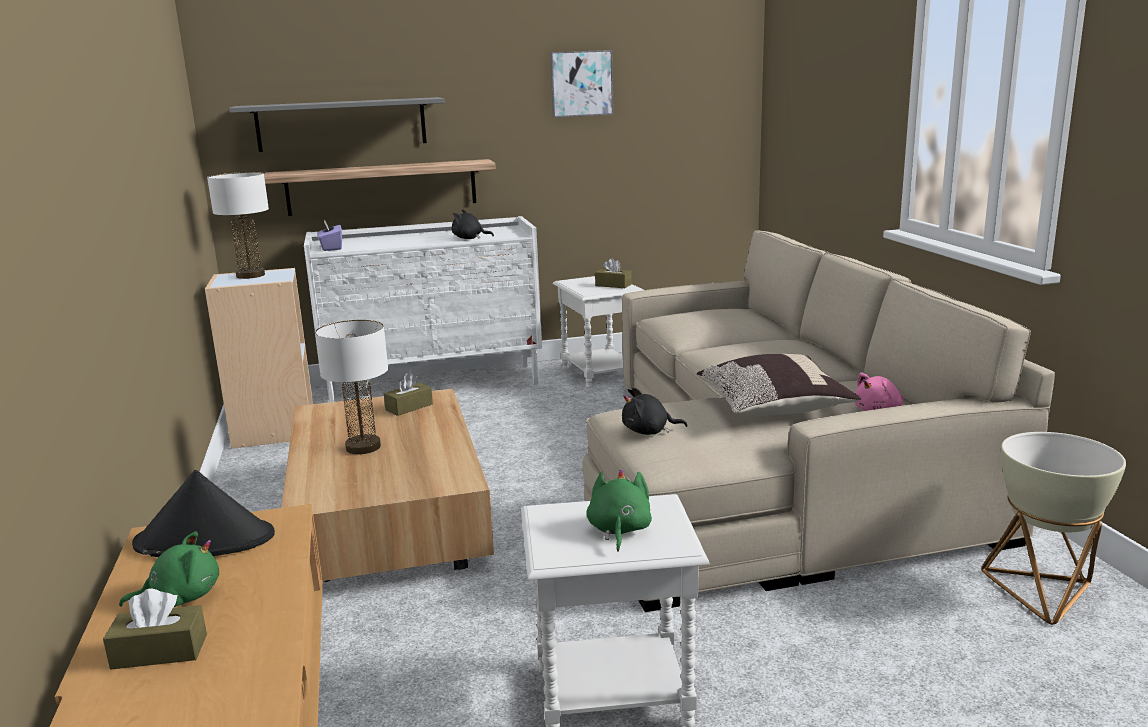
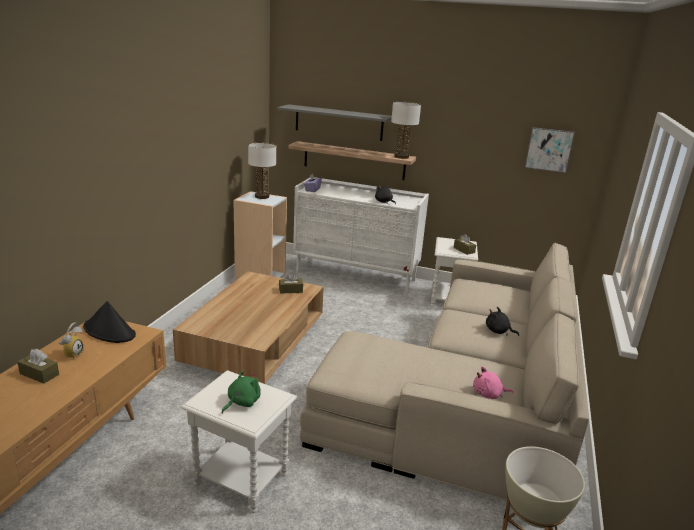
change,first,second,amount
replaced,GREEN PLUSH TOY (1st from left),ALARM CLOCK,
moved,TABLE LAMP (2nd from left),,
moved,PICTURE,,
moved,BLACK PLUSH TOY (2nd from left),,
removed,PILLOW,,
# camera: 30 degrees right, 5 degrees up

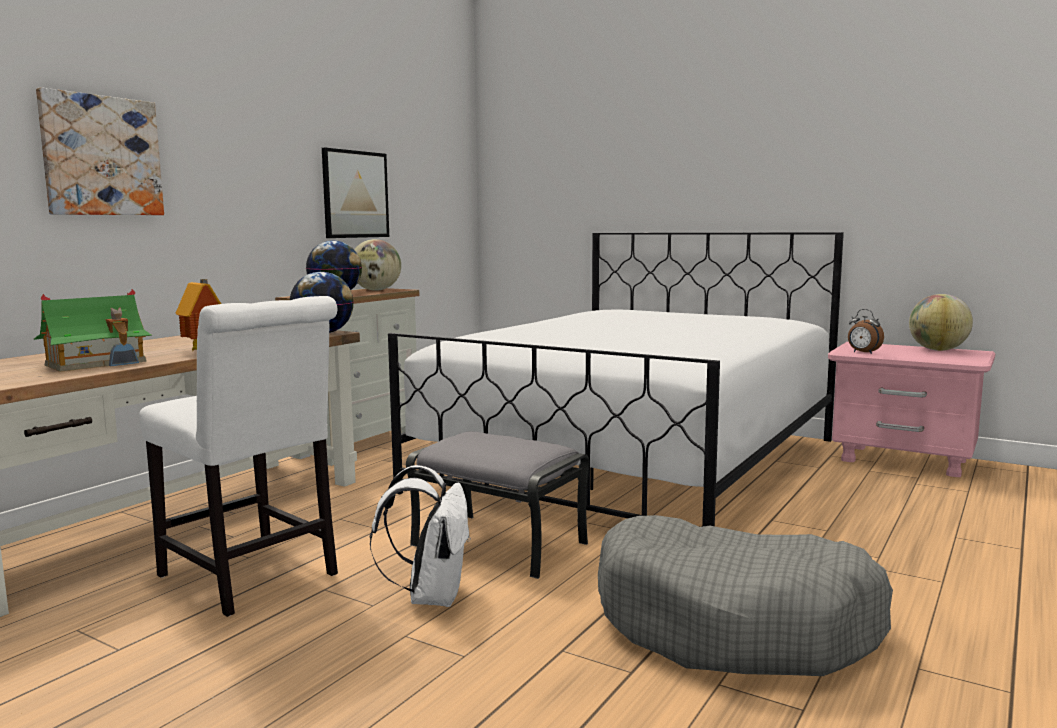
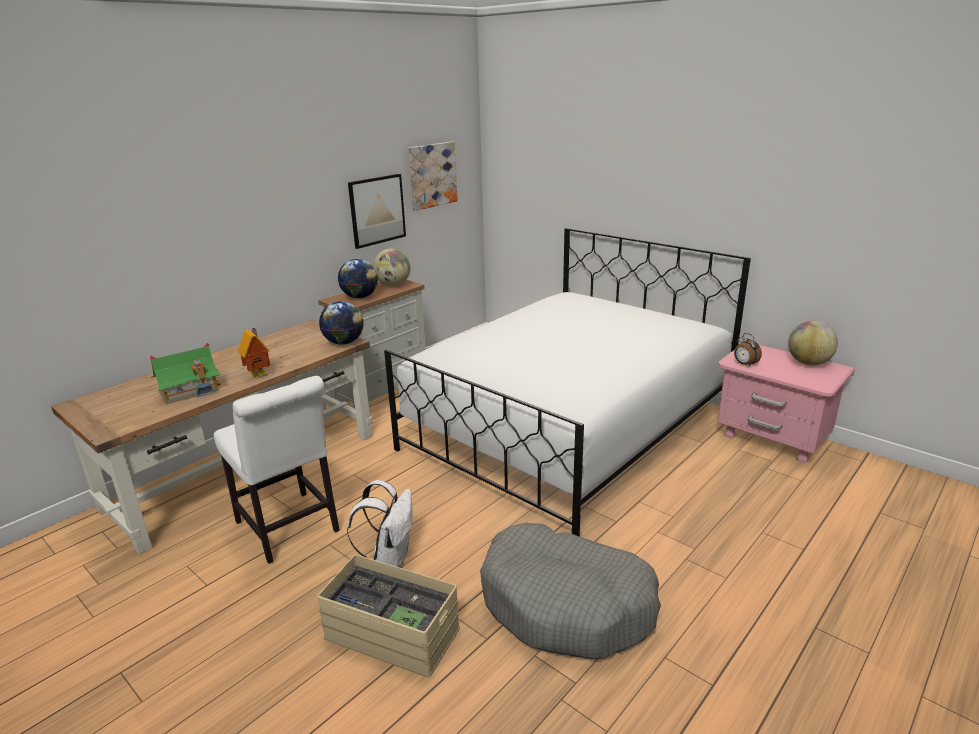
change,first,second,amount
moved,PICTURE (1st from left in the first image),PICTURE (2nd from left),
removed,GREY OTTOMAN,,
added,,BEIGE STORAGE BOX,
# camera: 10 degrees right, 15 degrees up

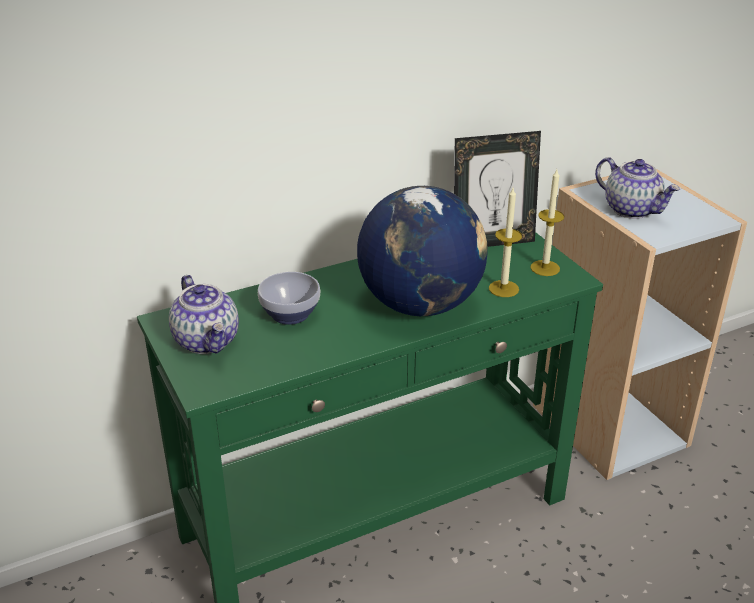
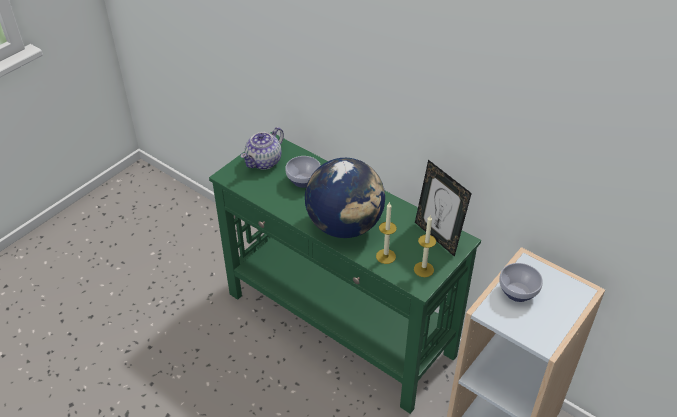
change,first,second,amount
replaced,TEAPOT (2nd from left),BOWL (2nd from left),
# camera: 65 degrees right, 10 degrees up

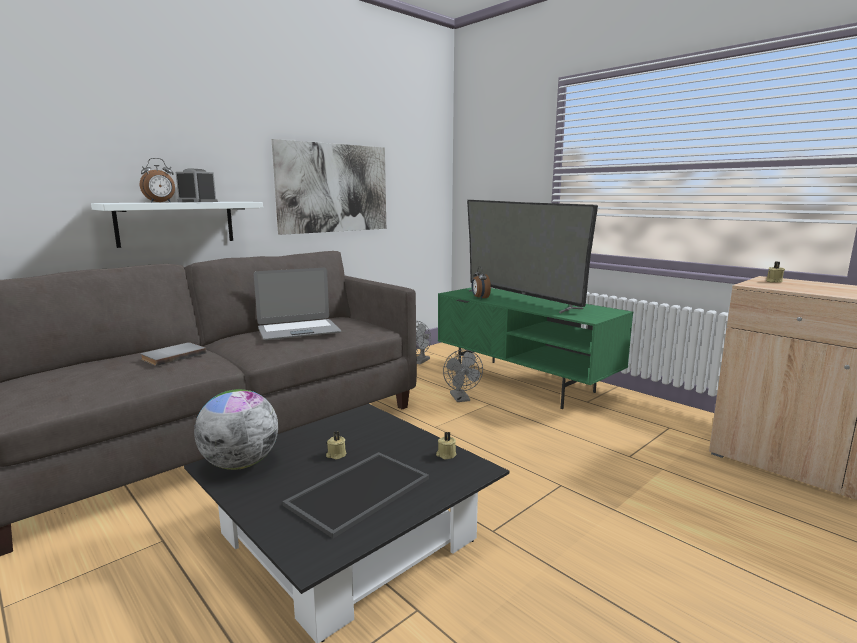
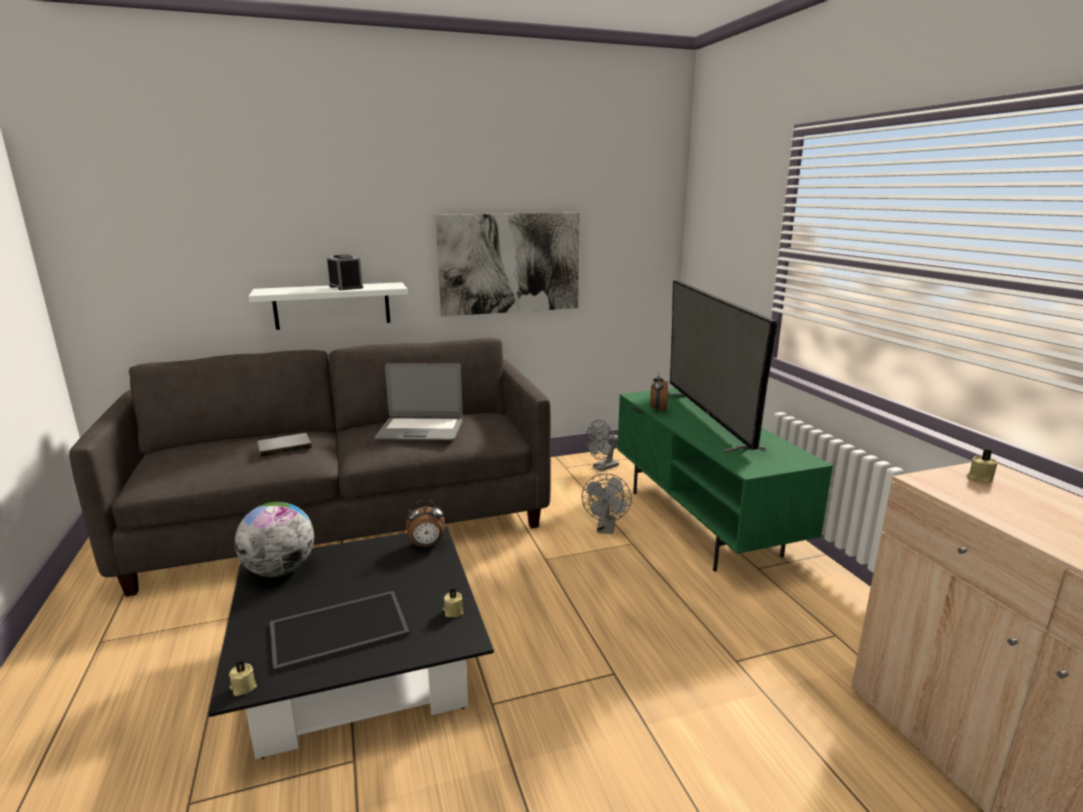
change,first,second,amount
moved,ALARM CLOCK (1st from left in the first image),ALARM CLOCK (2nd from left),
moved,BEIGE CANDLE (1st from left),,
# camera: 25 degrees right, 5 degrees up

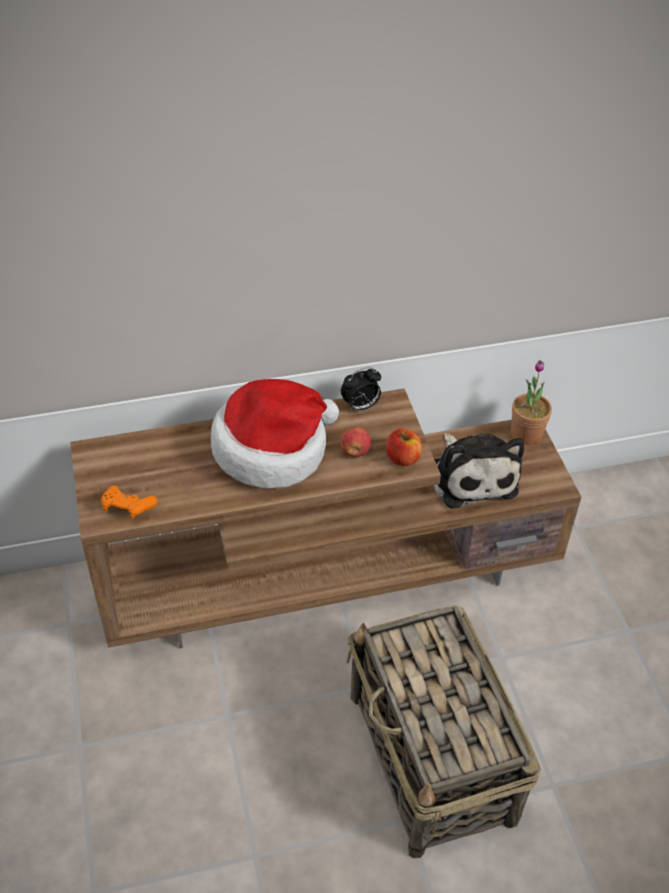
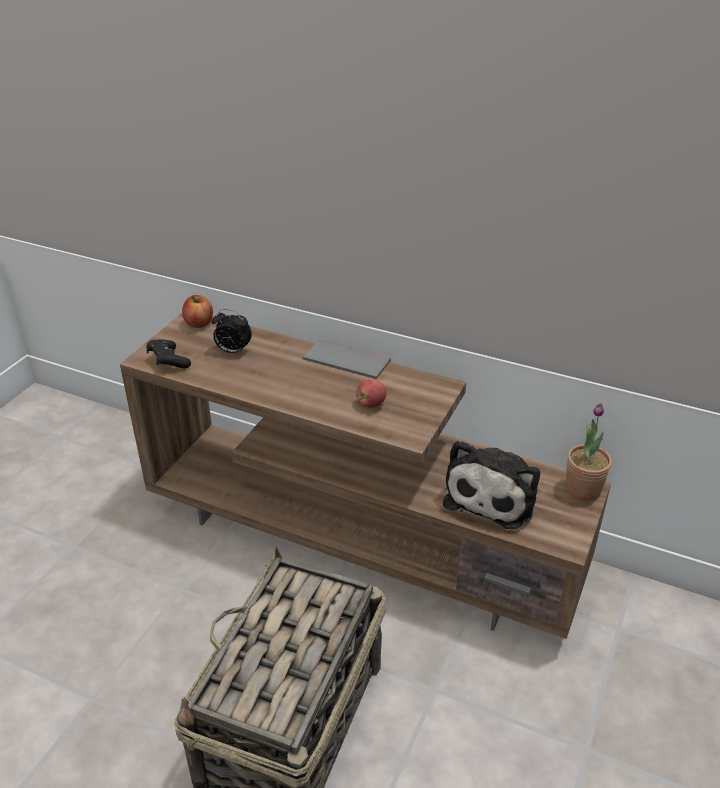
change,first,second,amount
recoloured,ORANGE GAME CONTROLLER,BLACK GAME CONTROLLER,
removed,HAT,,
moved,ALARM CLOCK,,
moved,APPLE (2nd from left in the first image),APPLE (1st from left),
# camera: 40 degrees right, 10 degrees down

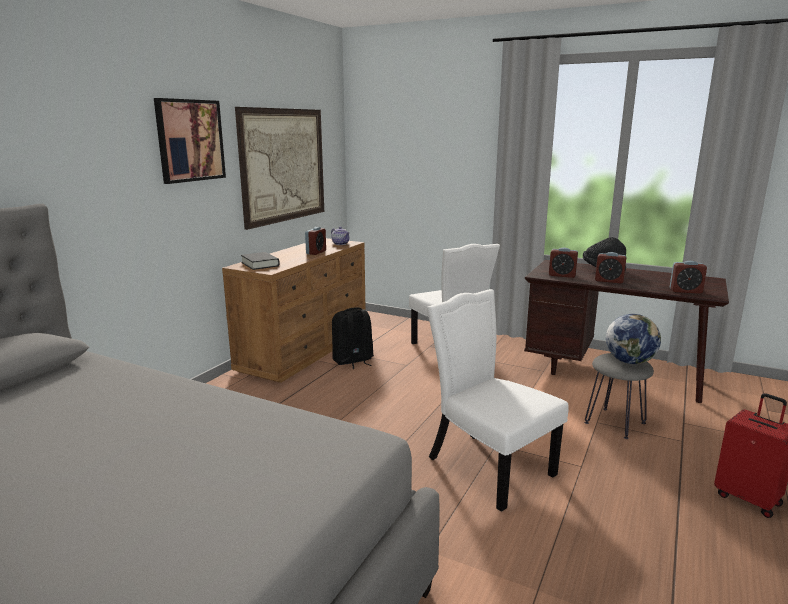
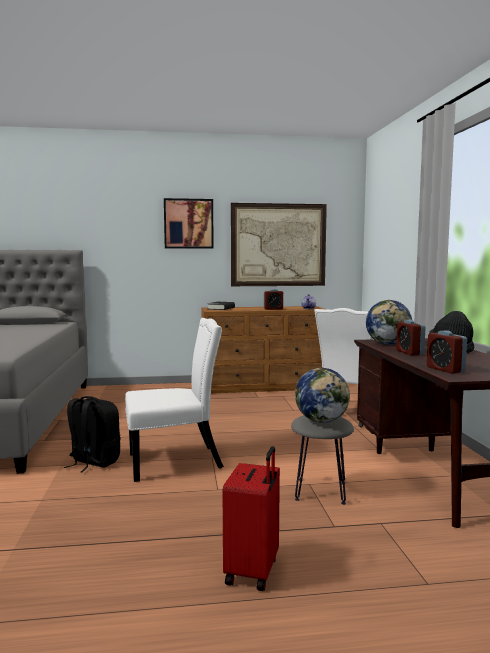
change,first,second,amount
moved,BLACK BACKPACK,,
turned,WHITE CHAIR (2nd from left in the first image),WHITE CHAIR (1st from left),60 degrees clockwise
replaced,ALARM CLOCK (2nd from left),GLOBE (2nd from left),
# camera: 55 degrees right, 10 degrees down

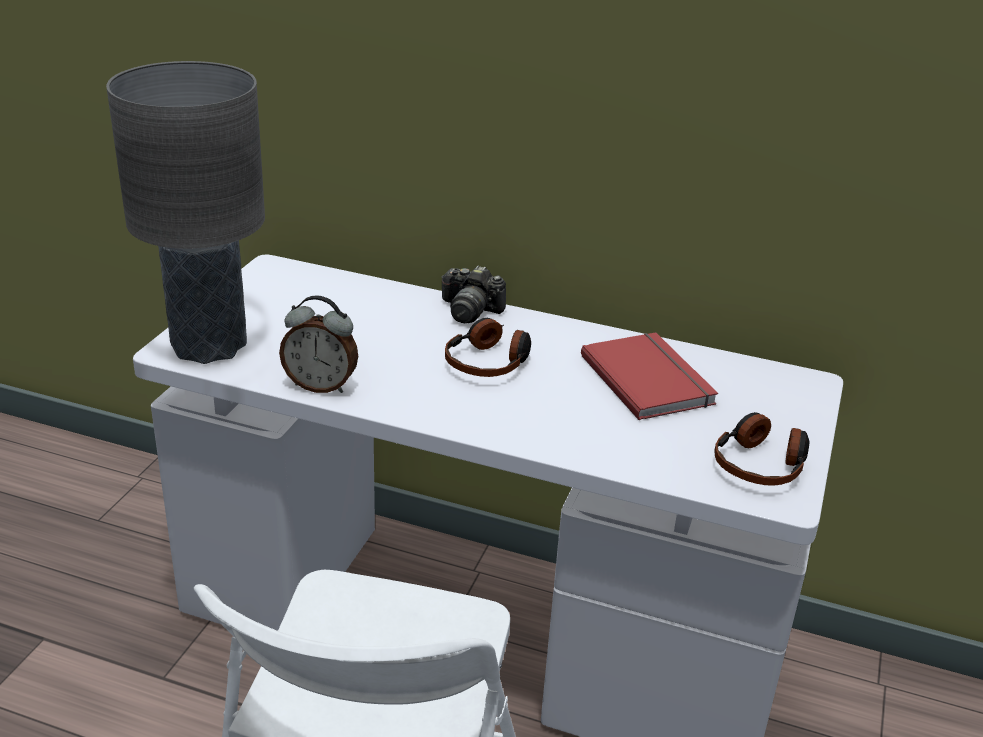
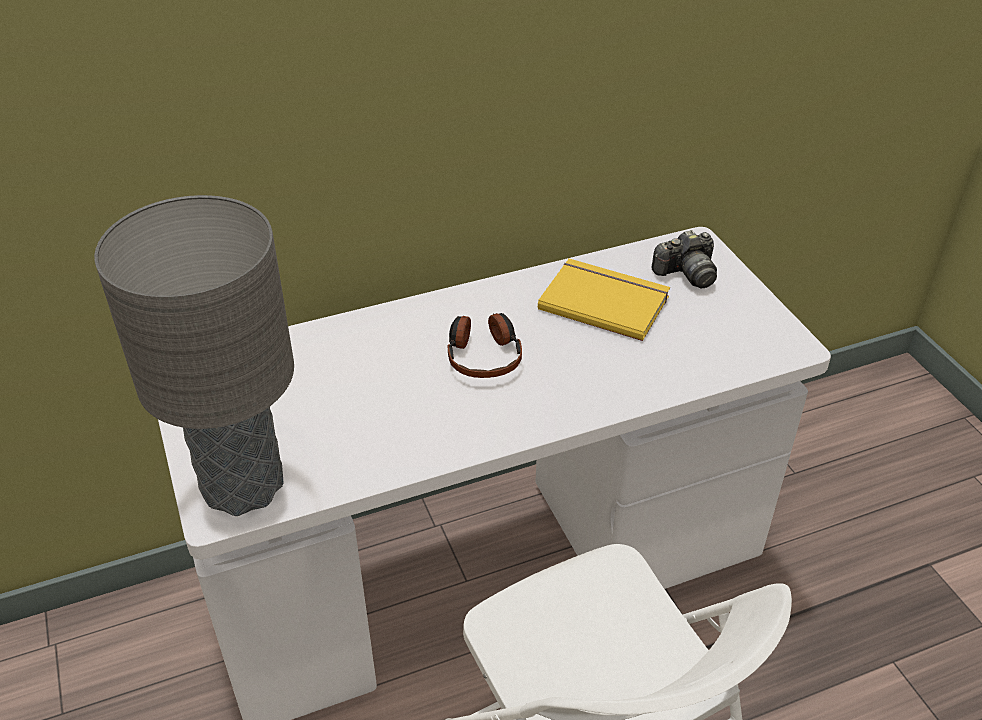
change,first,second,amount
removed,ALARM CLOCK,,
moved,PHOTO CAMERA,,
recoloured,RED BOOK,YELLOW BOOK,
removed,HEADPHONES (2nd from left),,
# camera: 40 degrees left, 10 degrees up

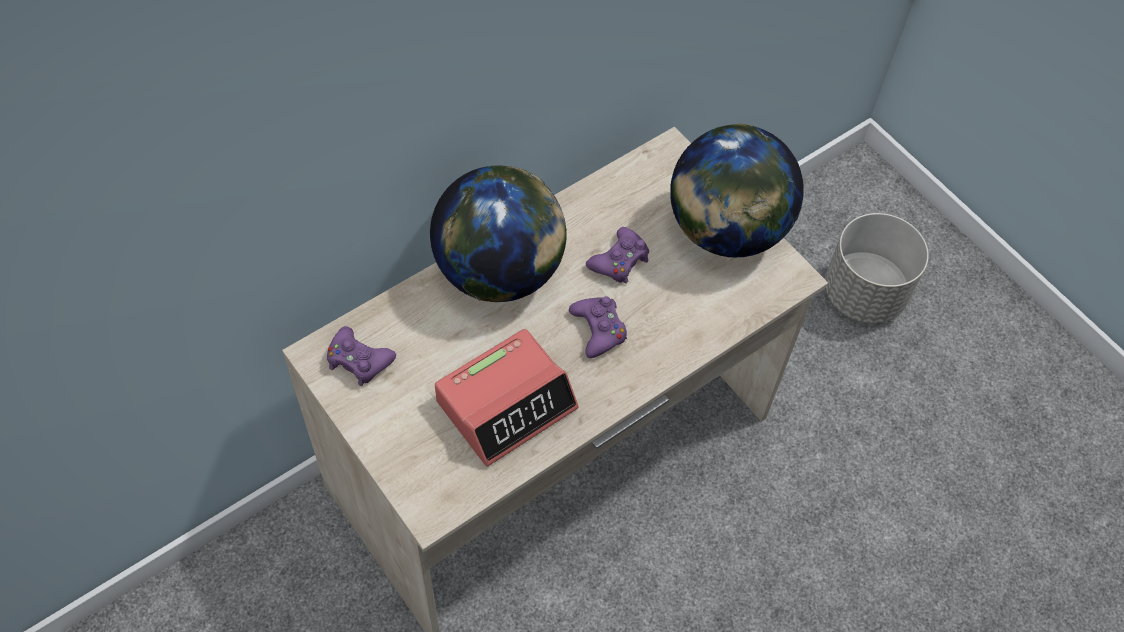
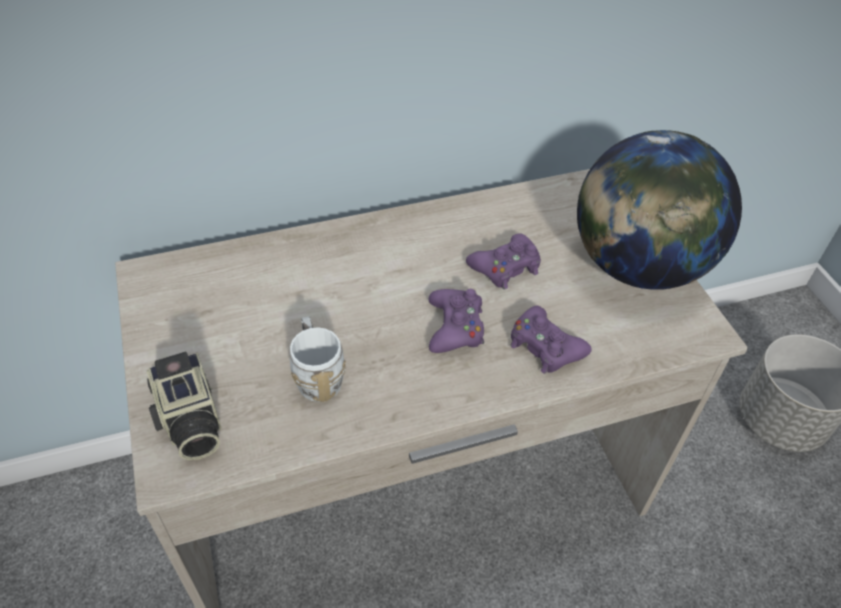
change,first,second,amount
moved,PURPLE GAME CONTROLLER (1st from left in the first image),PURPLE GAME CONTROLLER (3rd from left),
removed,GLOBE (1st from left),,
replaced,ALARM CLOCK,WHITE MUG,
added,,PHOTO CAMERA,
# camera: 20 degrees right, 10 degrees down

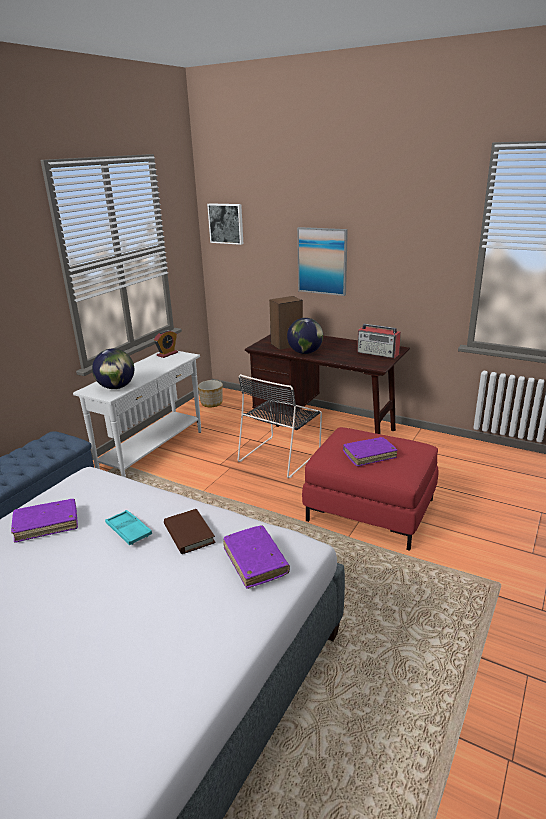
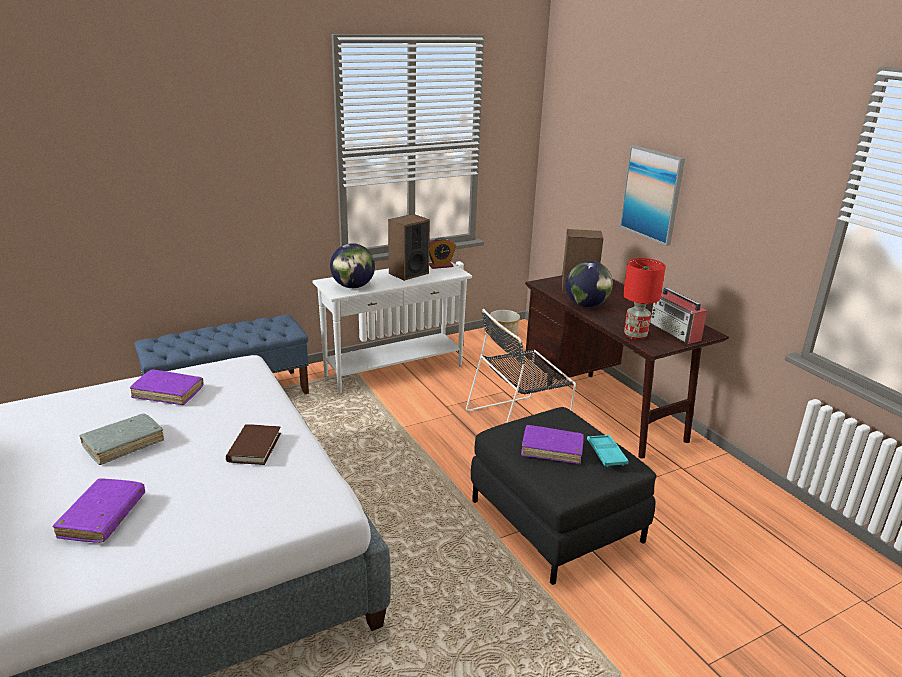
change,first,second,amount
moved,TURQUOISE TRAY,,
removed,PICTURE (1st from left),,
moved,PURPLE BOOK (2nd from left in the first image),PURPLE BOOK (1st from left),
recoloured,RED OTTOMAN,BLACK OTTOMAN,
added,,GREY BOOK,
added,,SPEAKER (1st from left),
added,,RED TABLE LAMP,
# camera: 30 degrees right, 0 degrees up

